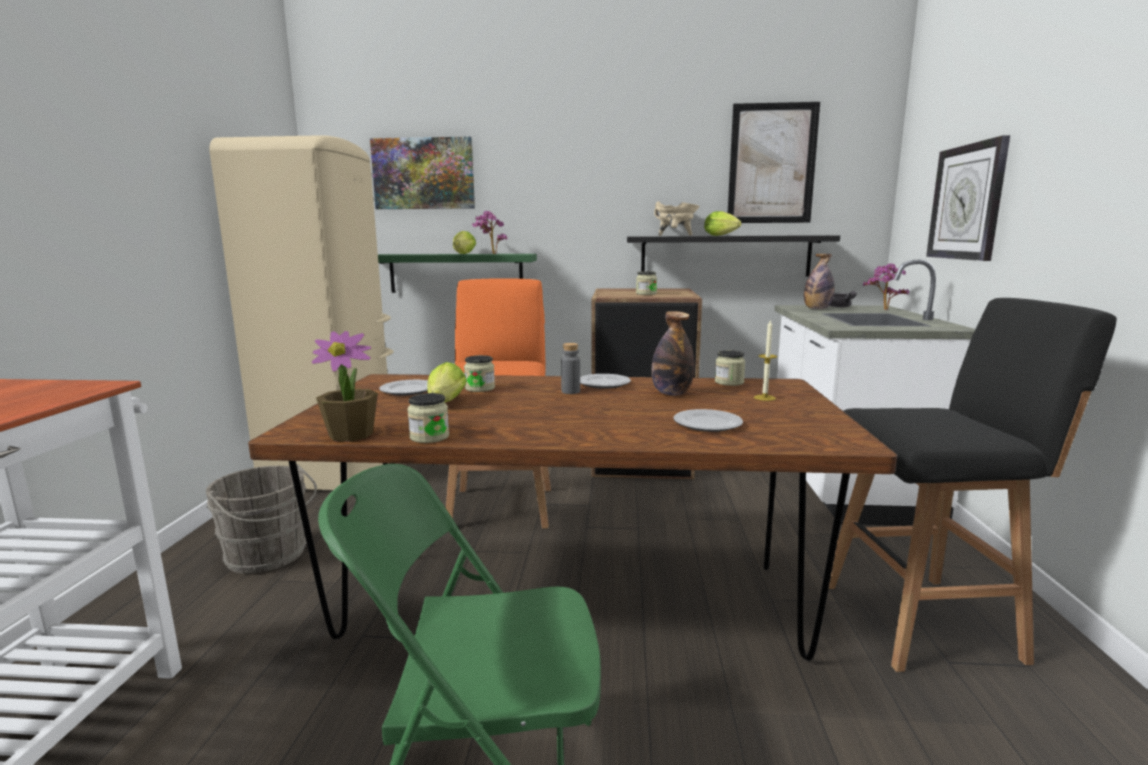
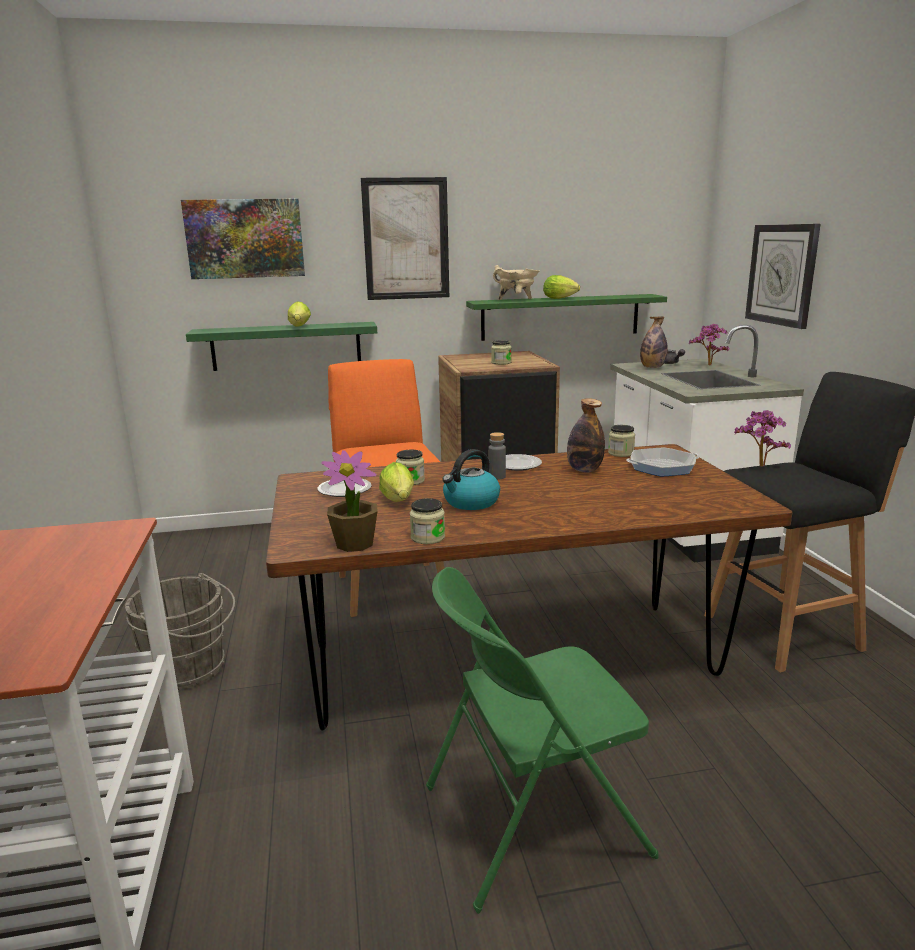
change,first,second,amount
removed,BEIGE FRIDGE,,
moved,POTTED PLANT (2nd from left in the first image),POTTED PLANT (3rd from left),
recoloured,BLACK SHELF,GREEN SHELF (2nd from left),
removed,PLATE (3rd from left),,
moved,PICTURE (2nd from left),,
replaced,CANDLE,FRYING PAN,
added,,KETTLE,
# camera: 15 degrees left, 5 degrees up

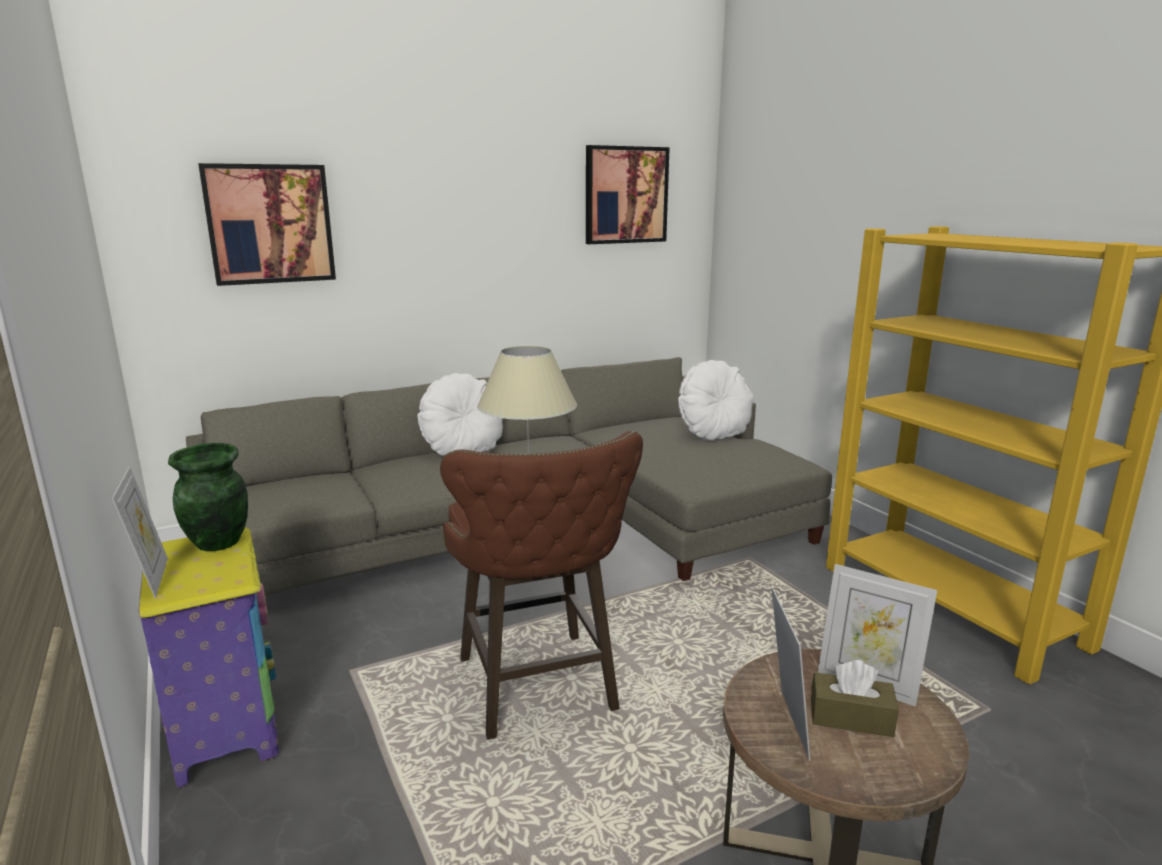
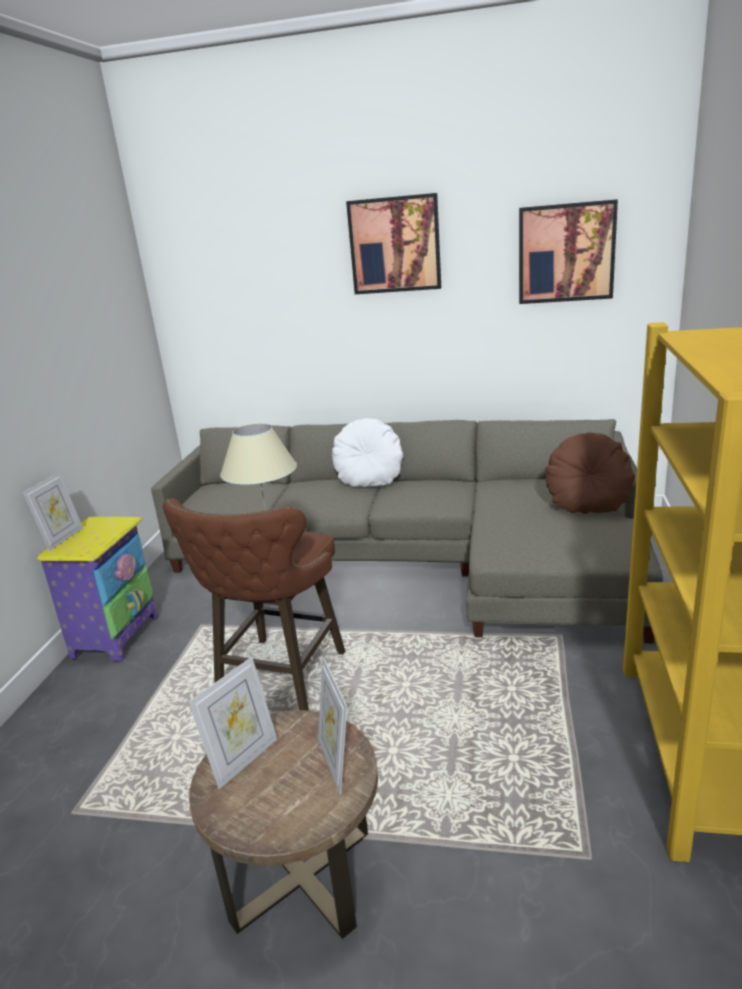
change,first,second,amount
removed,GREEN VASE,,
moved,PICTURE (1st from left),,
recoloured,WHITE PILLOW (2nd from left),BROWN PILLOW,
removed,BROWN TISSUE BOX,,
# camera: 40 degrees right, 5 degrees up

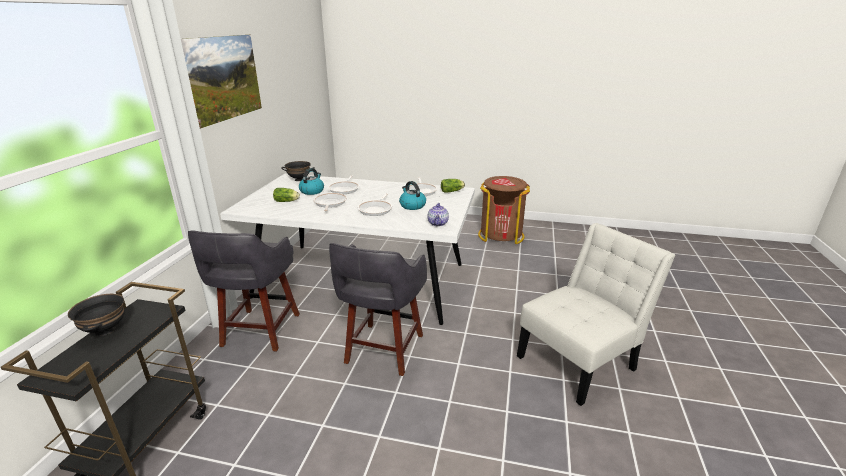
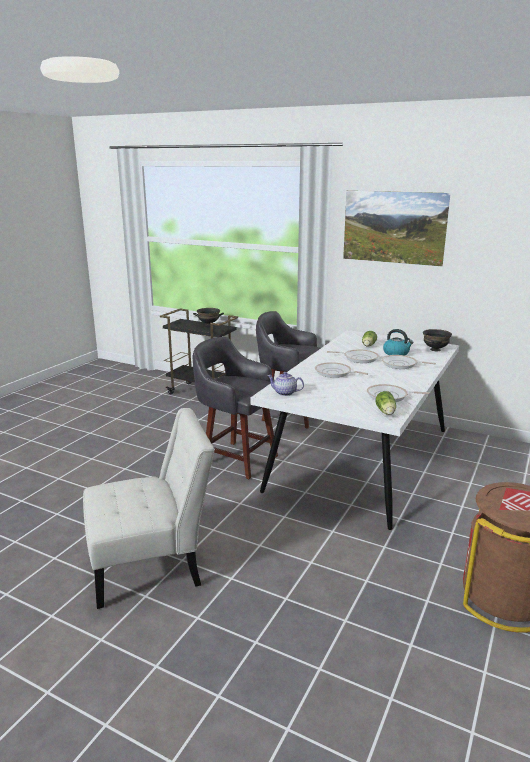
change,first,second,amount
removed,KETTLE (2nd from left),,
turned,WHITE CHAIR,,90 degrees counterclockwise
# camera: 105 degrees right, 5 degrees down

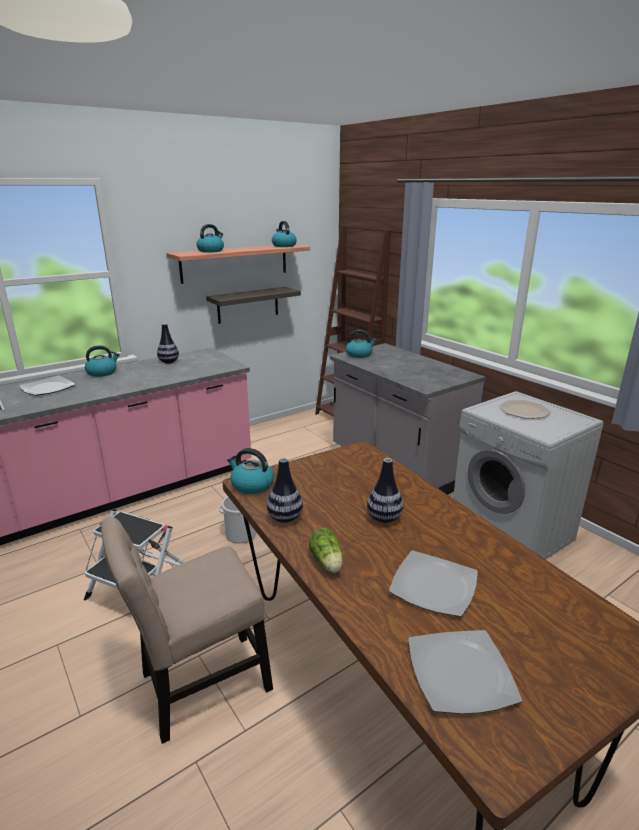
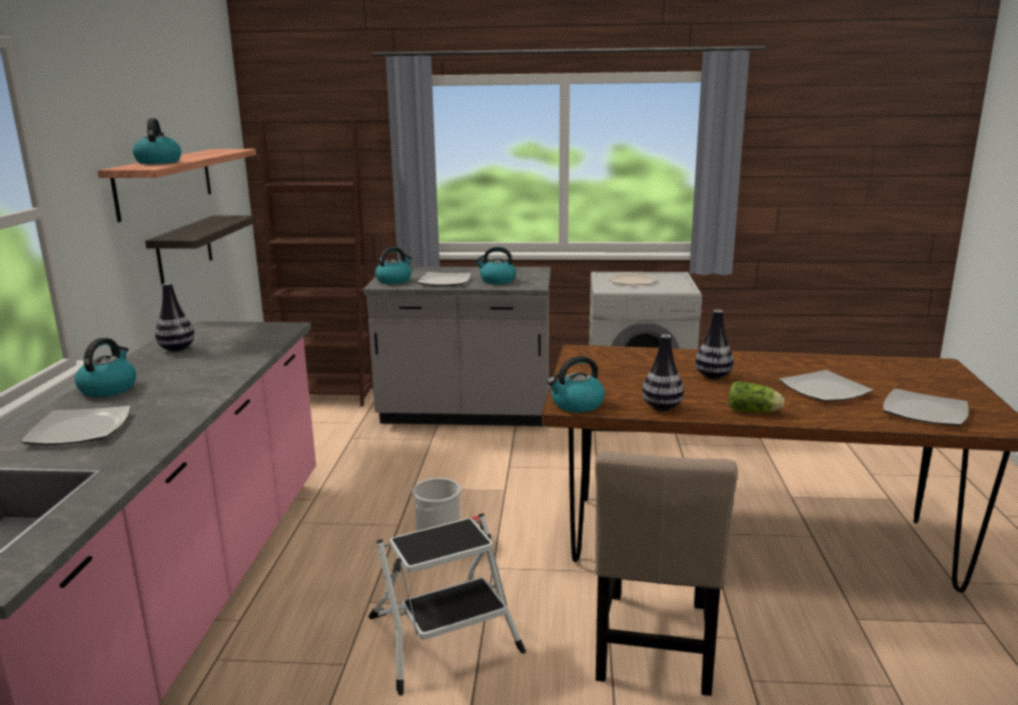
change,first,second,amount
moved,KETTLE (4th from left),,
added,,PLATE (2nd from left),
# camera: 50 degrees left, 5 degrees down

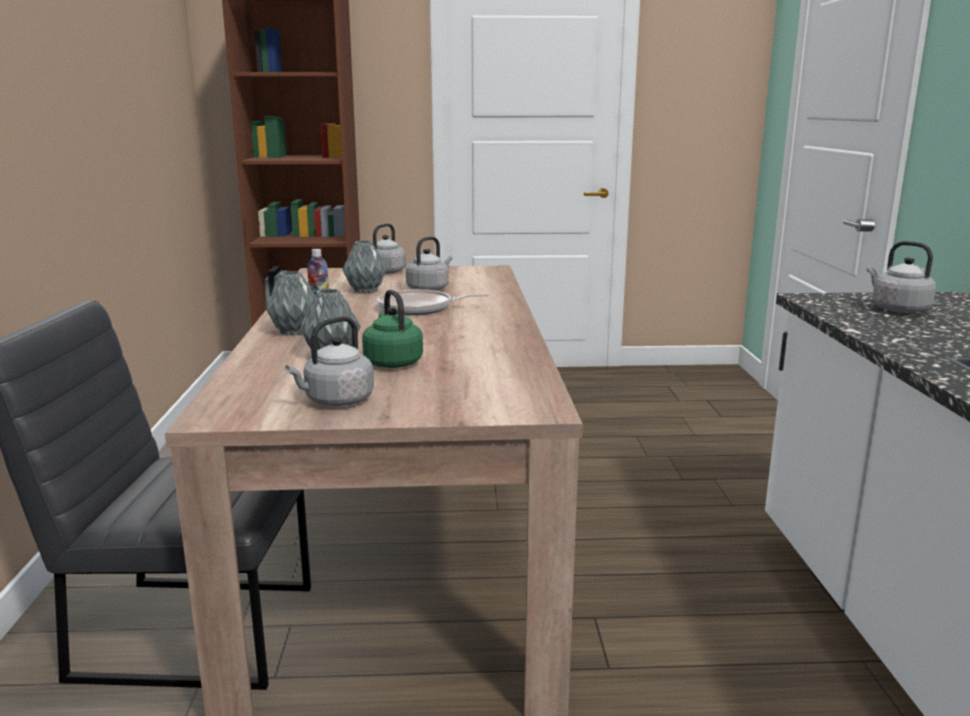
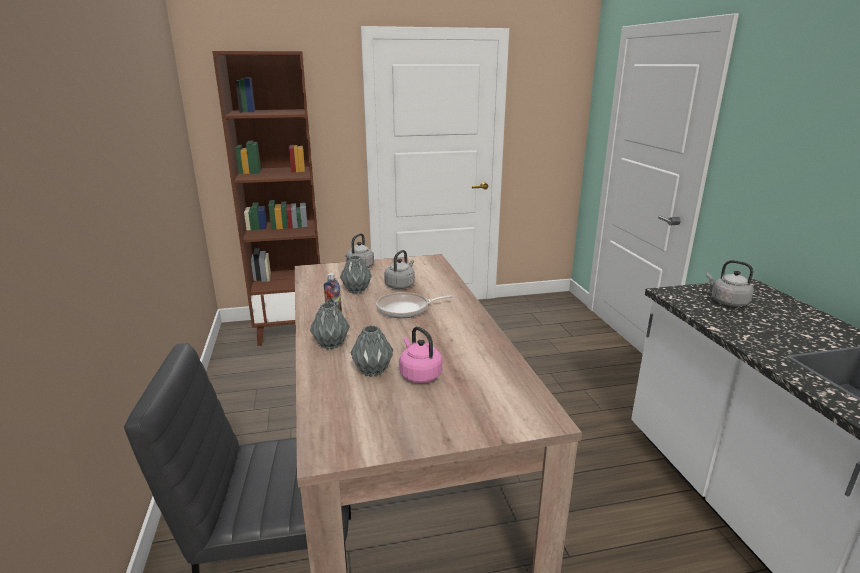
change,first,second,amount
removed,GREY KETTLE (1st from left),,
recoloured,GREEN KETTLE,PINK KETTLE,
# camera: 10 degrees left, 5 degrees up

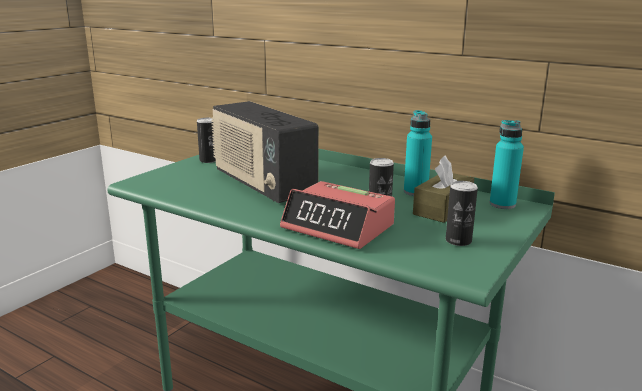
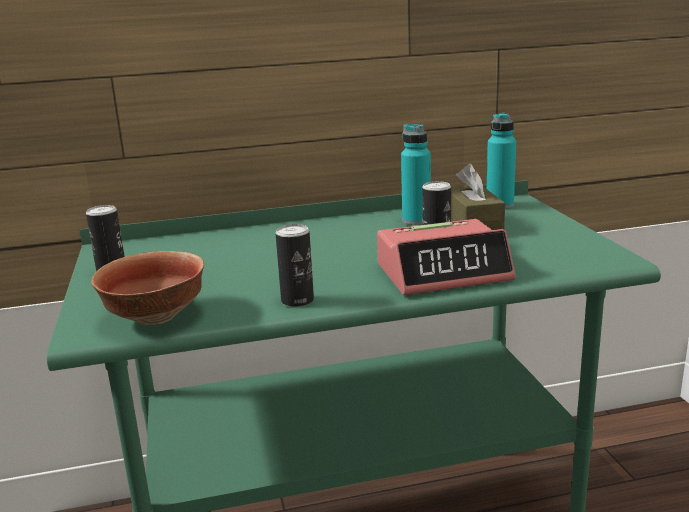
change,first,second,amount
removed,RADIO,,
moved,CAN (3rd from left in the first image),CAN (2nd from left),
added,,BOWL,
# camera: 45 degrees left, 0 degrees up

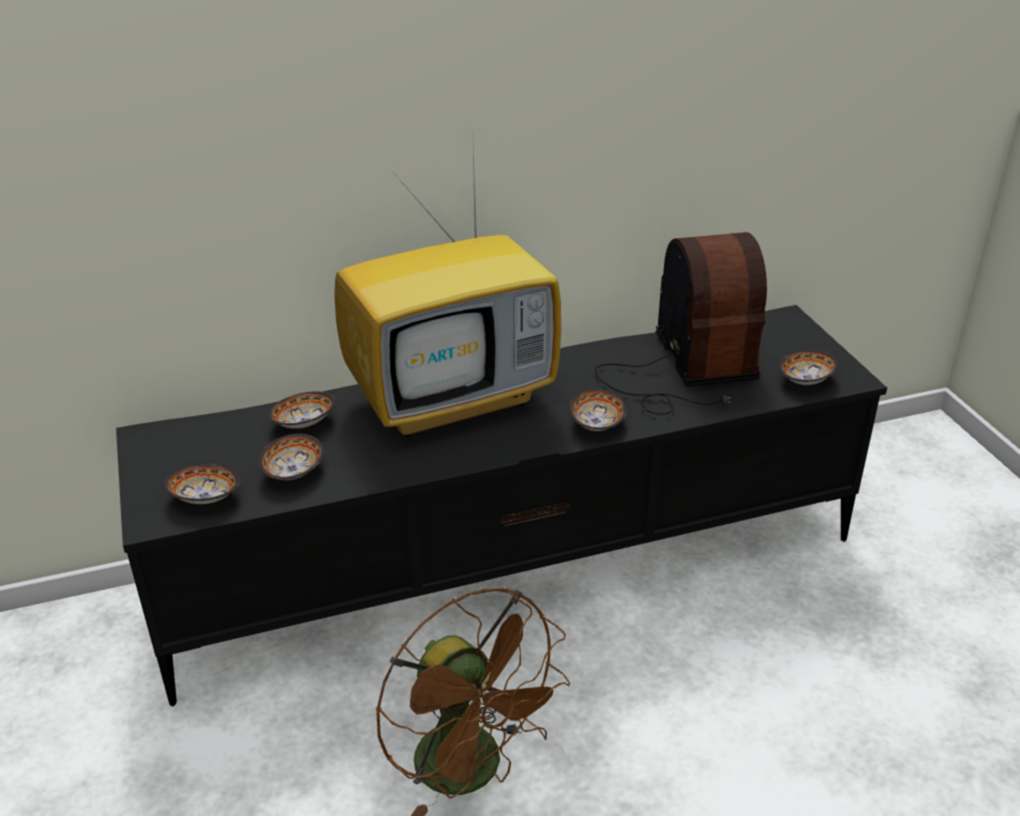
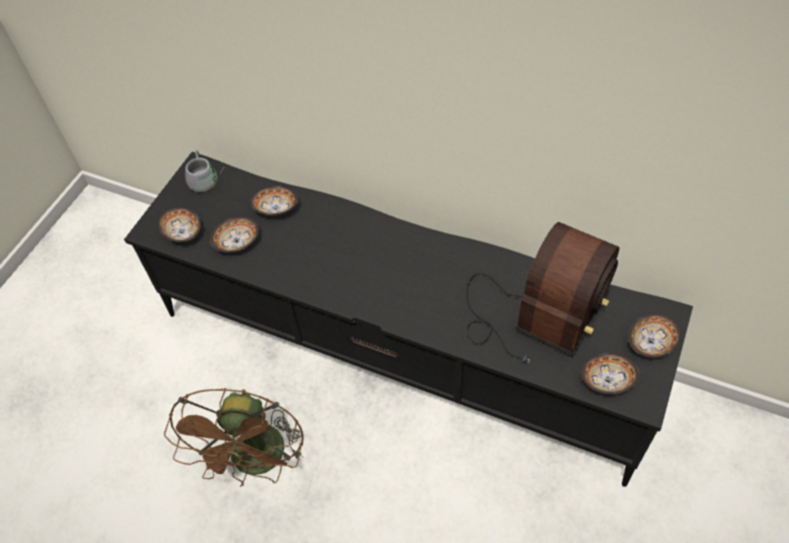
change,first,second,amount
removed,TELEVISION,,
moved,BOWL (4th from left in the first image),BOWL (5th from left),
added,,GREY MUG,
# camera: 45 degrees right, 20 degrees up

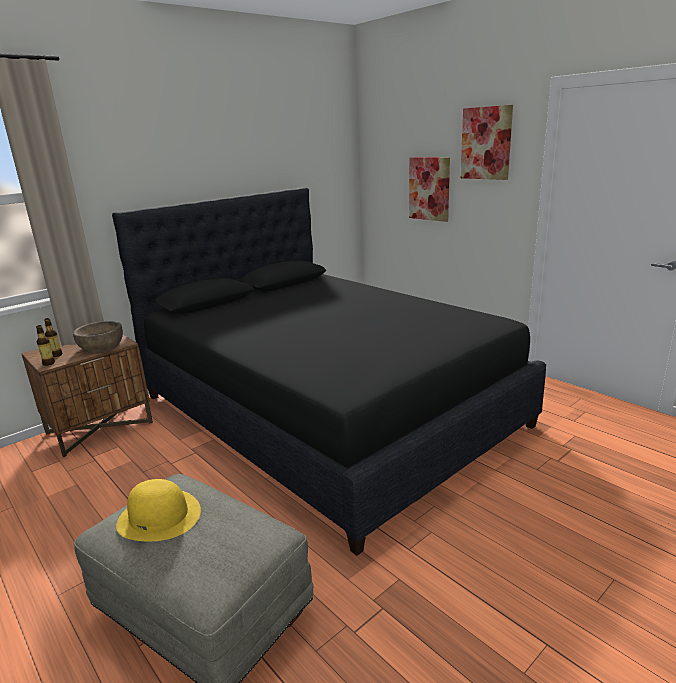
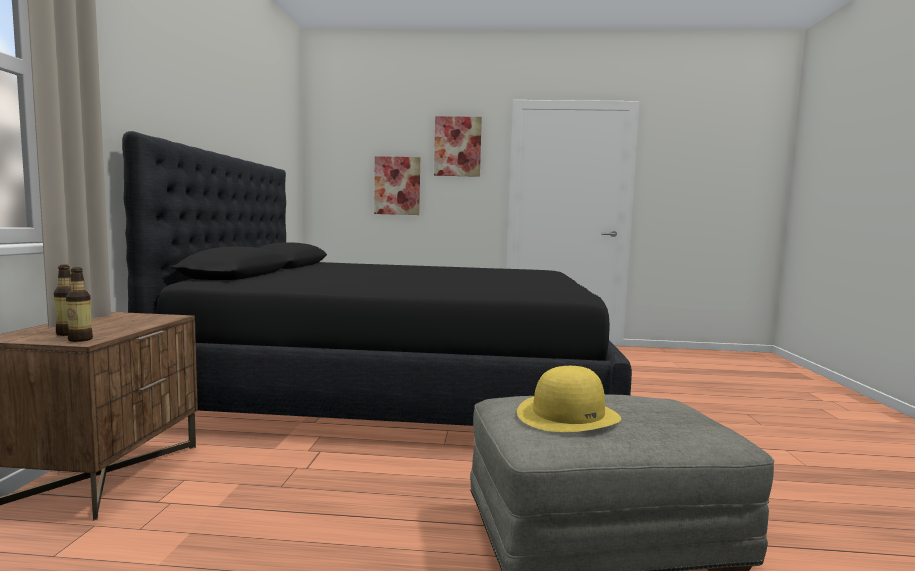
change,first,second,amount
removed,BROWN BOWL,,
# camera: 45 degrees left, 15 degrees down

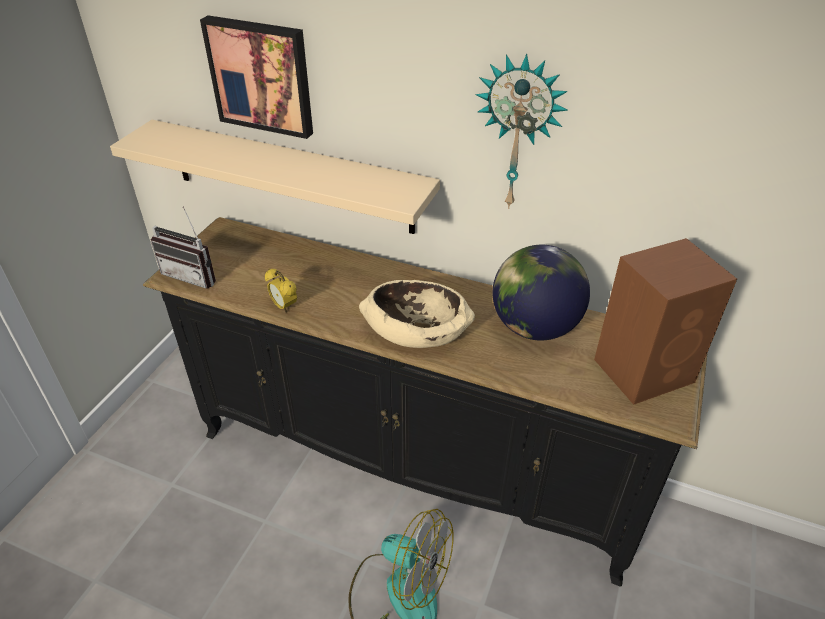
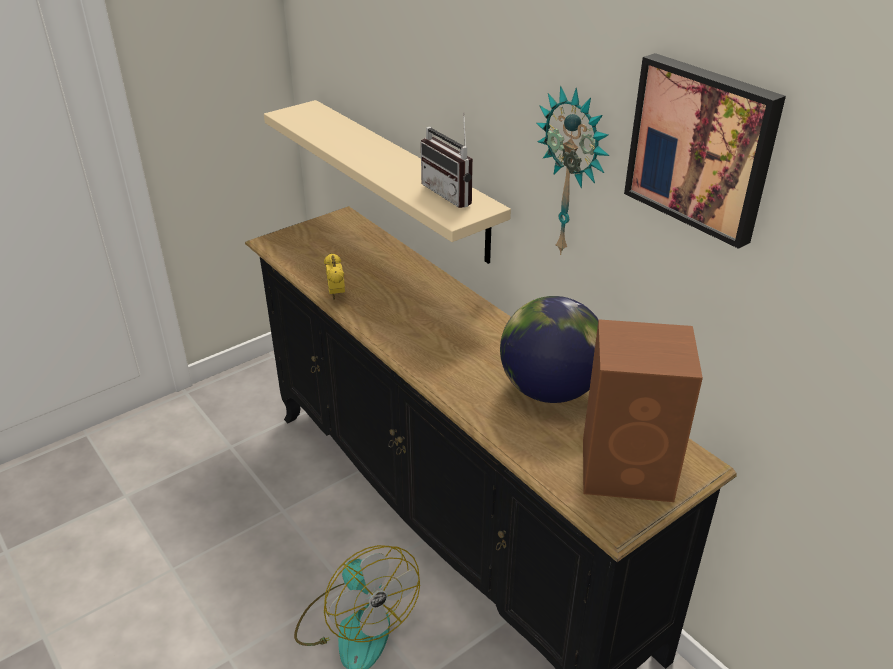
change,first,second,amount
moved,RADIO,,
moved,PICTURE,,
removed,BEIGE BOWL,,
# camera: 30 degrees right, 5 degrees down

